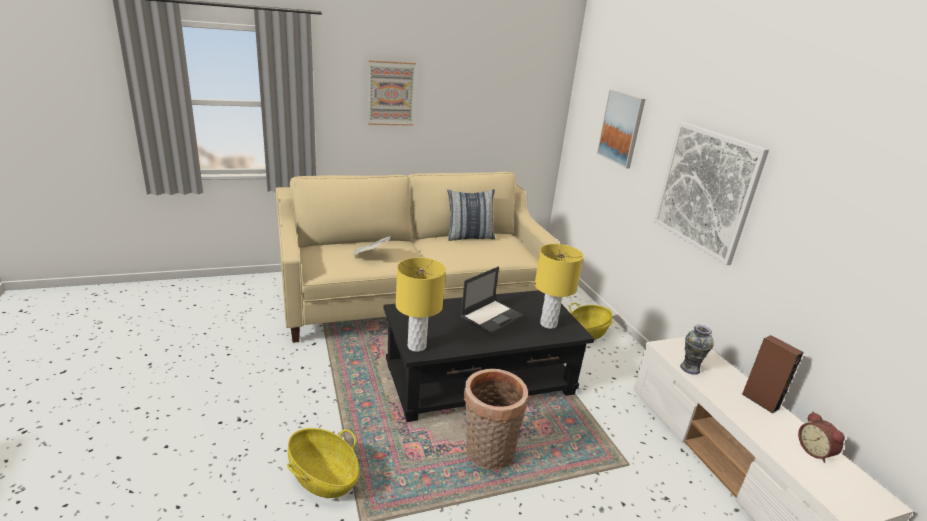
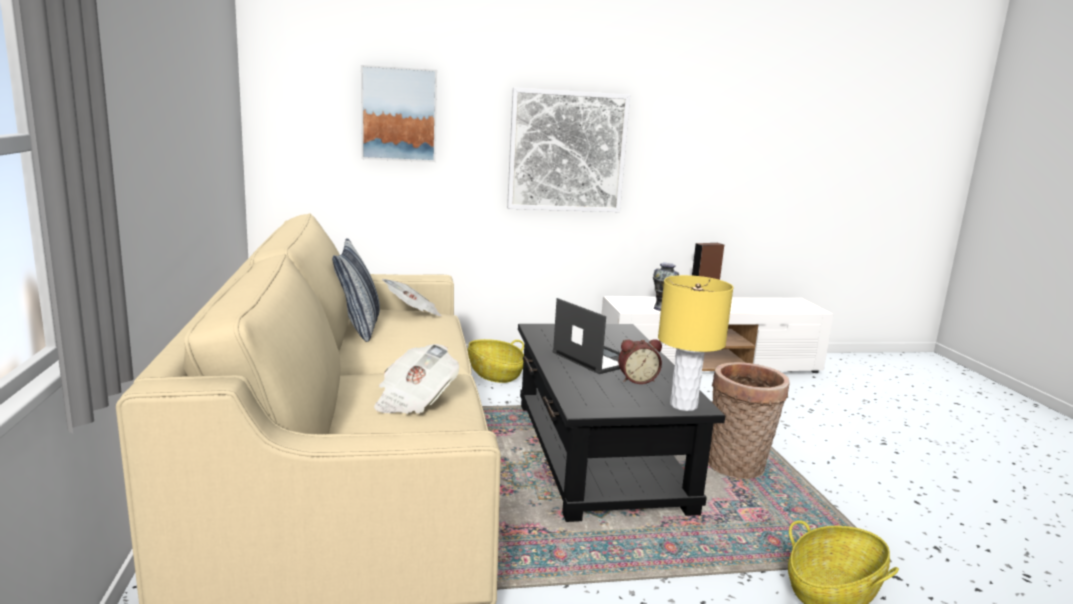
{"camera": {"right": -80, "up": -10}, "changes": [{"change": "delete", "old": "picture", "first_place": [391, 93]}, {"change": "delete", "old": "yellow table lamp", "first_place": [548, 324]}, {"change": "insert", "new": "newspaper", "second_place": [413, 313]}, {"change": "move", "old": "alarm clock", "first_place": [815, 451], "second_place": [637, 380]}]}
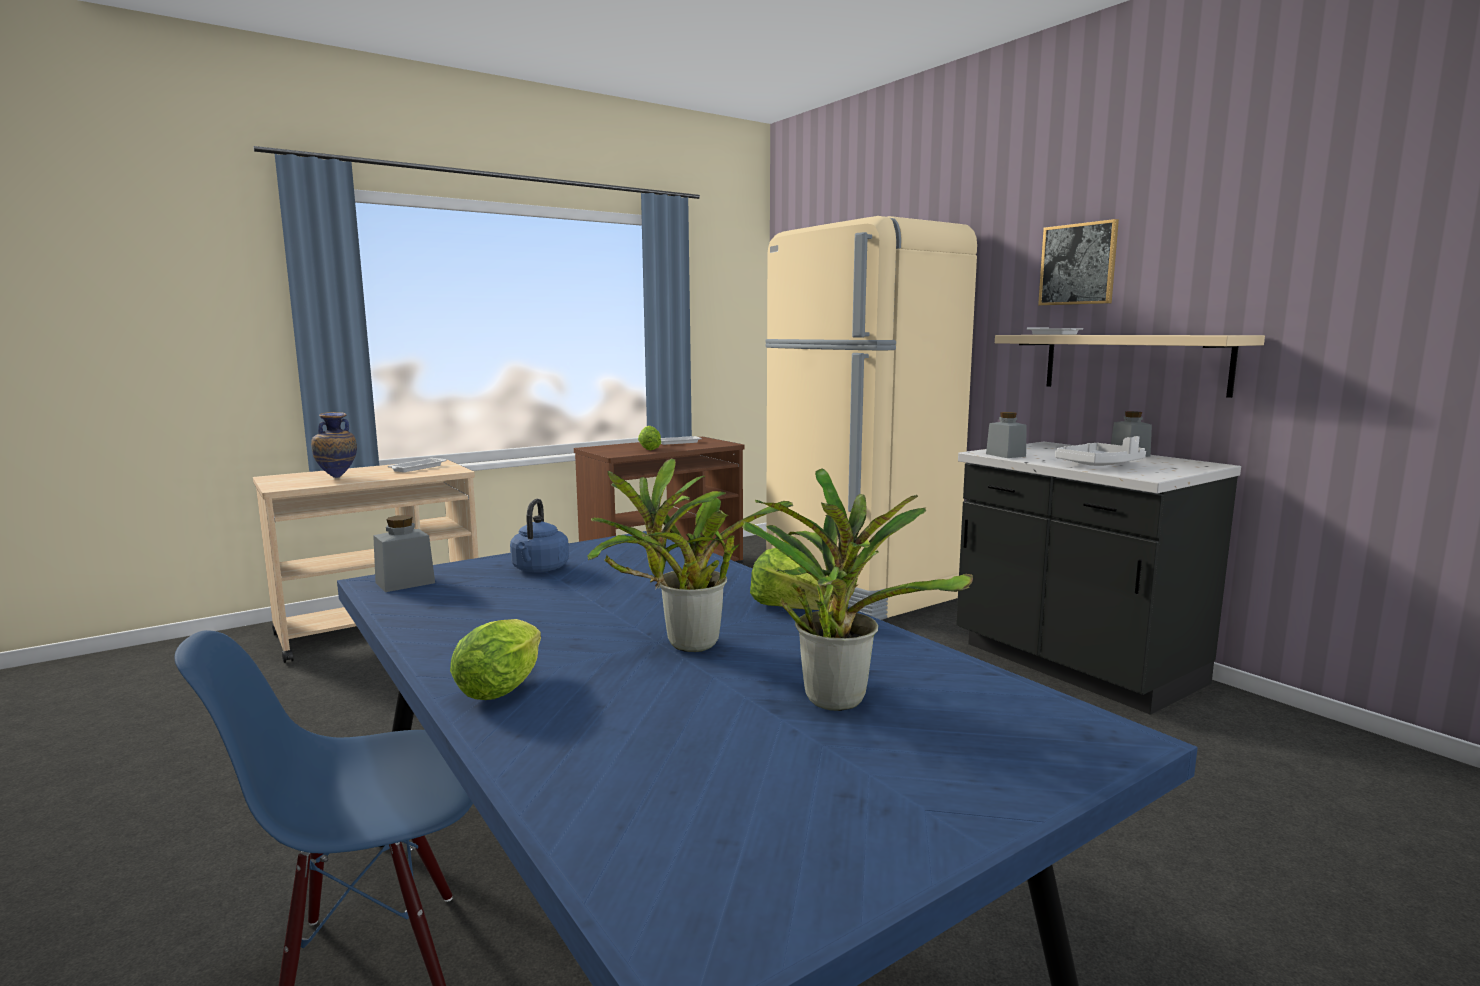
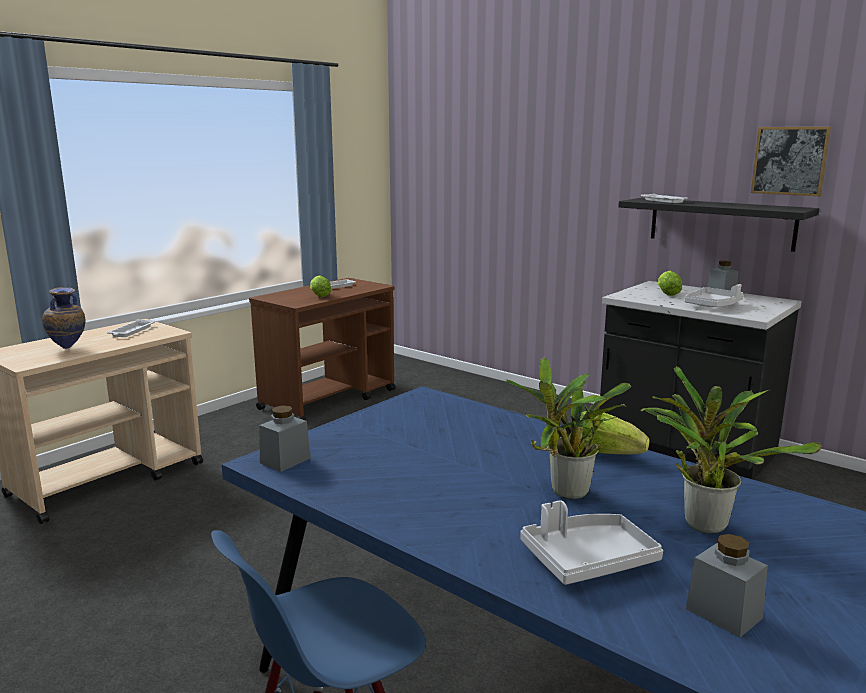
{"camera": {"right": -15, "up": 5}, "changes": [{"change": "delete", "old": "blue kettle", "first_place": [539, 569]}, {"change": "delete", "old": "beige fridge", "first_place": [856, 590]}, {"change": "insert", "new": "grey tray", "second_place": [587, 560]}, {"change": "move", "old": "lettuce", "first_place": [504, 686], "second_place": [667, 293]}, {"change": "move", "old": "grey jar", "first_place": [1005, 455], "second_place": [724, 613]}, {"change": "move", "old": "picture", "first_place": [1078, 264], "second_place": [790, 161]}, {"change": "recolor", "old": "beige shelf", "new": "black shelf", "first_place": [1133, 363], "second_place": [721, 223]}]}
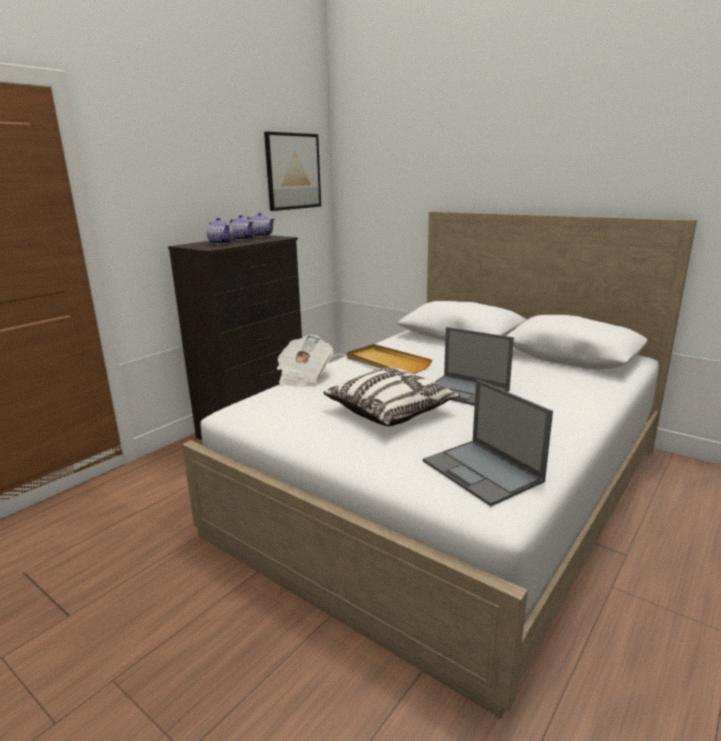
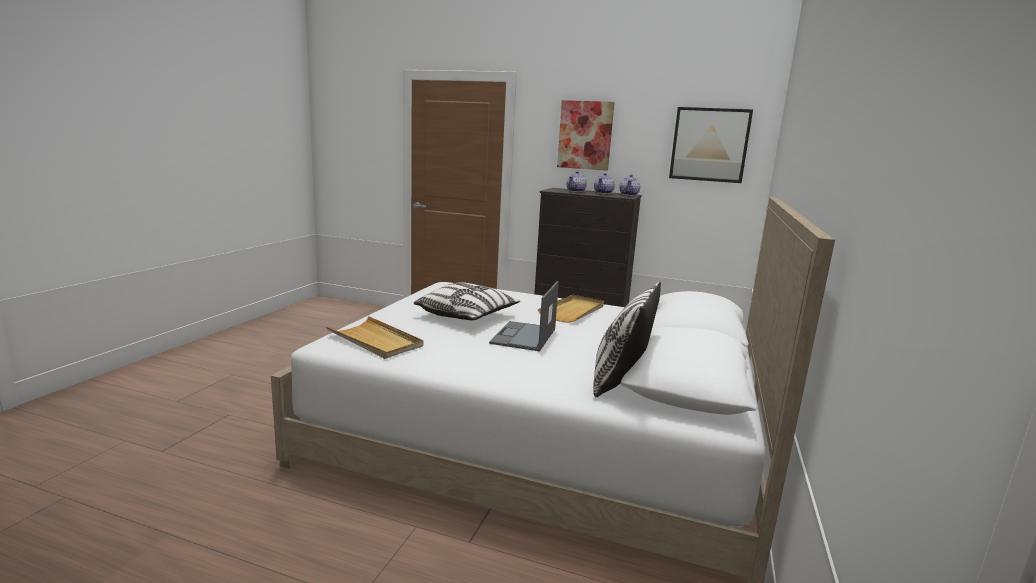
{"camera": {"right": 70, "up": -5}, "changes": [{"change": "delete", "old": "newspaper", "first_place": [303, 376]}, {"change": "insert", "new": "picture", "second_place": [585, 135]}, {"change": "insert", "new": "pillow", "second_place": [620, 382]}, {"change": "replace", "old": "laptop", "new": "beige tray", "first_place": [483, 472], "second_place": [375, 341]}]}
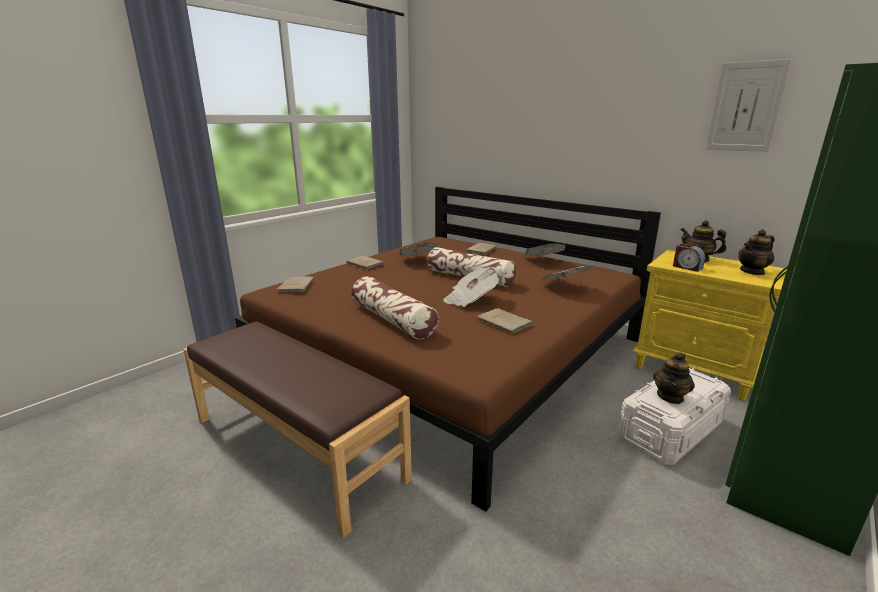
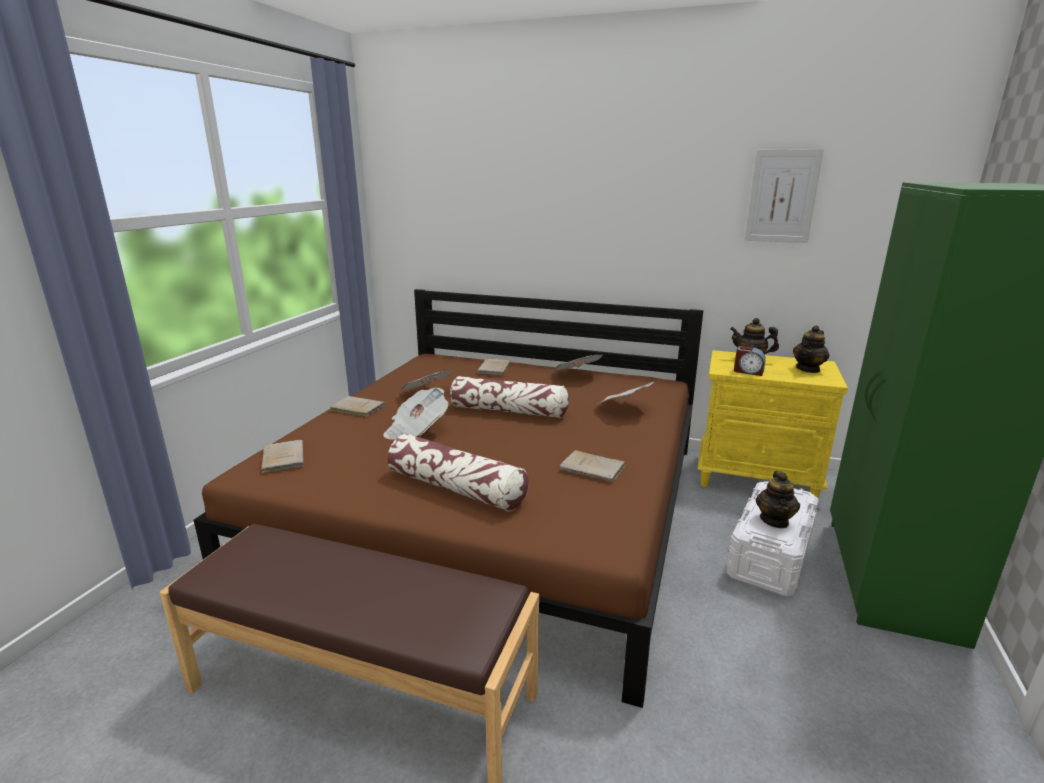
{"camera": {"right": -20, "up": 0}, "changes": [{"change": "move", "old": "newspaper", "first_place": [470, 300], "second_place": [416, 430]}]}
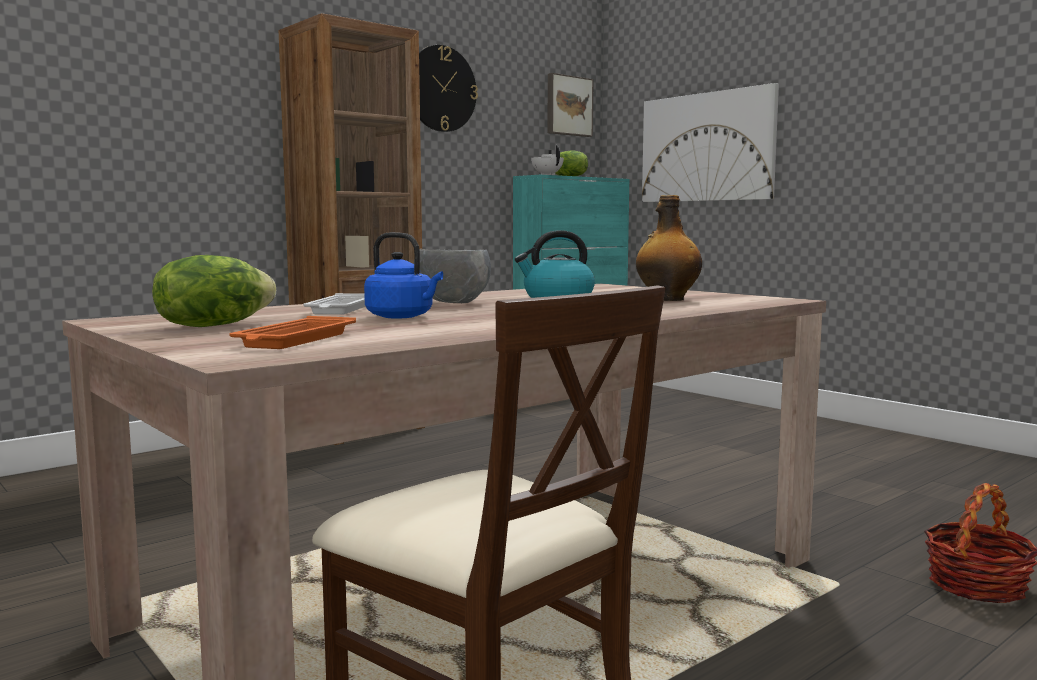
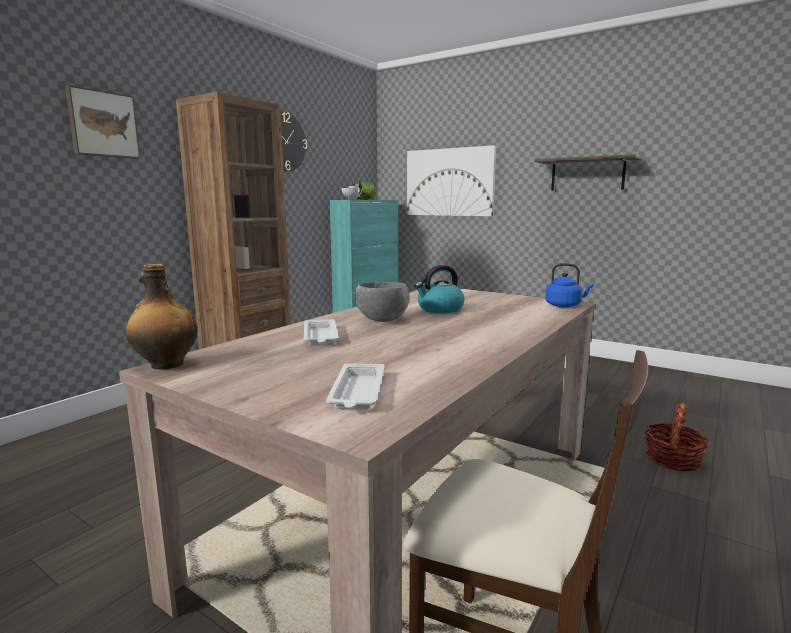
{"camera": {"right": -15, "up": 5}, "changes": [{"change": "delete", "old": "lettuce", "first_place": [214, 325]}, {"change": "insert", "new": "shelf", "second_place": [587, 174]}, {"change": "move", "old": "blue kettle", "first_place": [403, 316], "second_place": [565, 305]}, {"change": "move", "old": "picture", "first_place": [568, 106], "second_place": [103, 124]}, {"change": "move", "old": "bottle", "first_place": [667, 299], "second_place": [166, 365]}, {"change": "recolor", "old": "orange tray", "new": "white tray", "first_place": [295, 340], "second_place": [357, 392]}]}
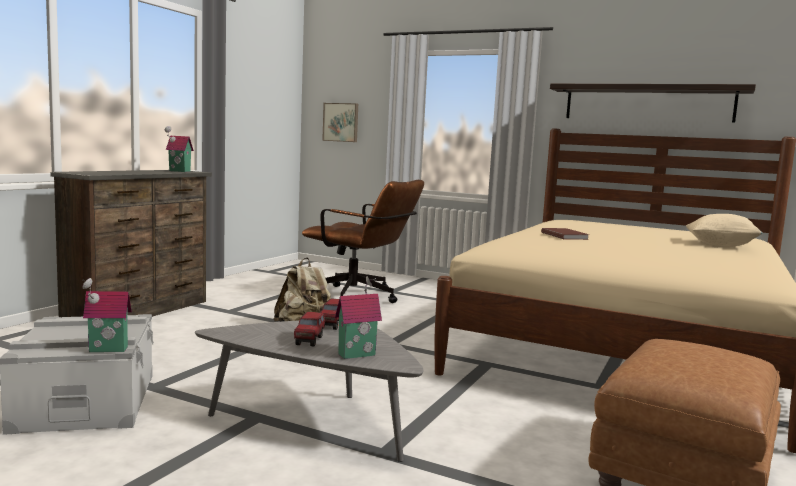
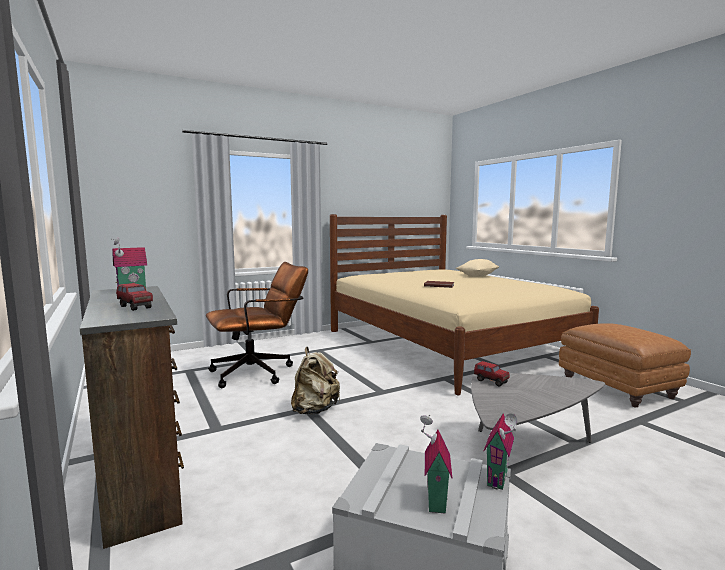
{"camera": {"right": -55, "up": 0}, "changes": [{"change": "delete", "old": "picture", "first_place": [341, 122]}, {"change": "delete", "old": "shelf", "first_place": [648, 103]}, {"change": "move", "old": "toy truck", "first_place": [309, 340], "second_place": [135, 307]}, {"change": "move", "old": "toy house", "first_place": [356, 354], "second_place": [434, 500]}]}
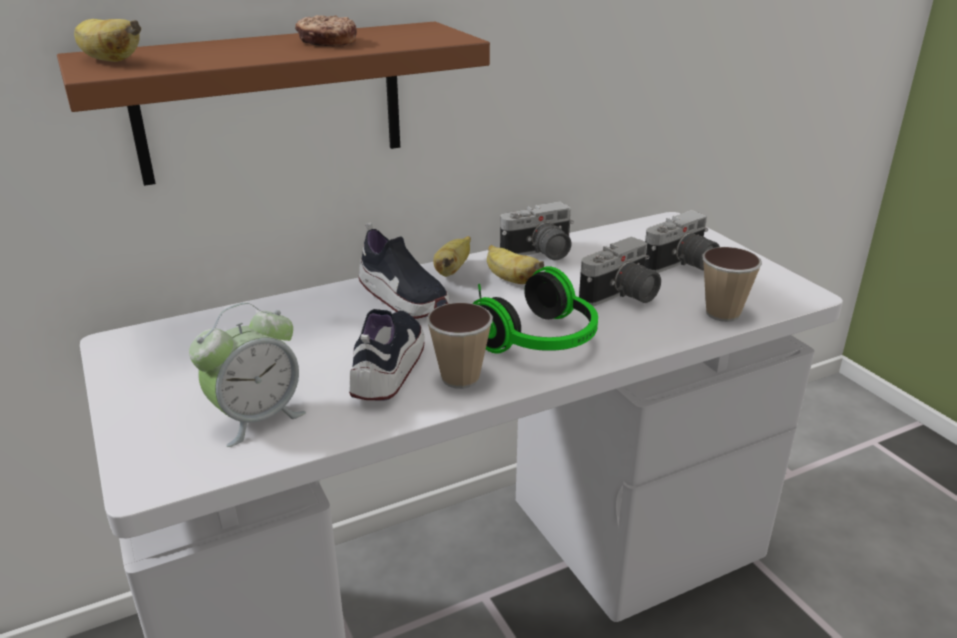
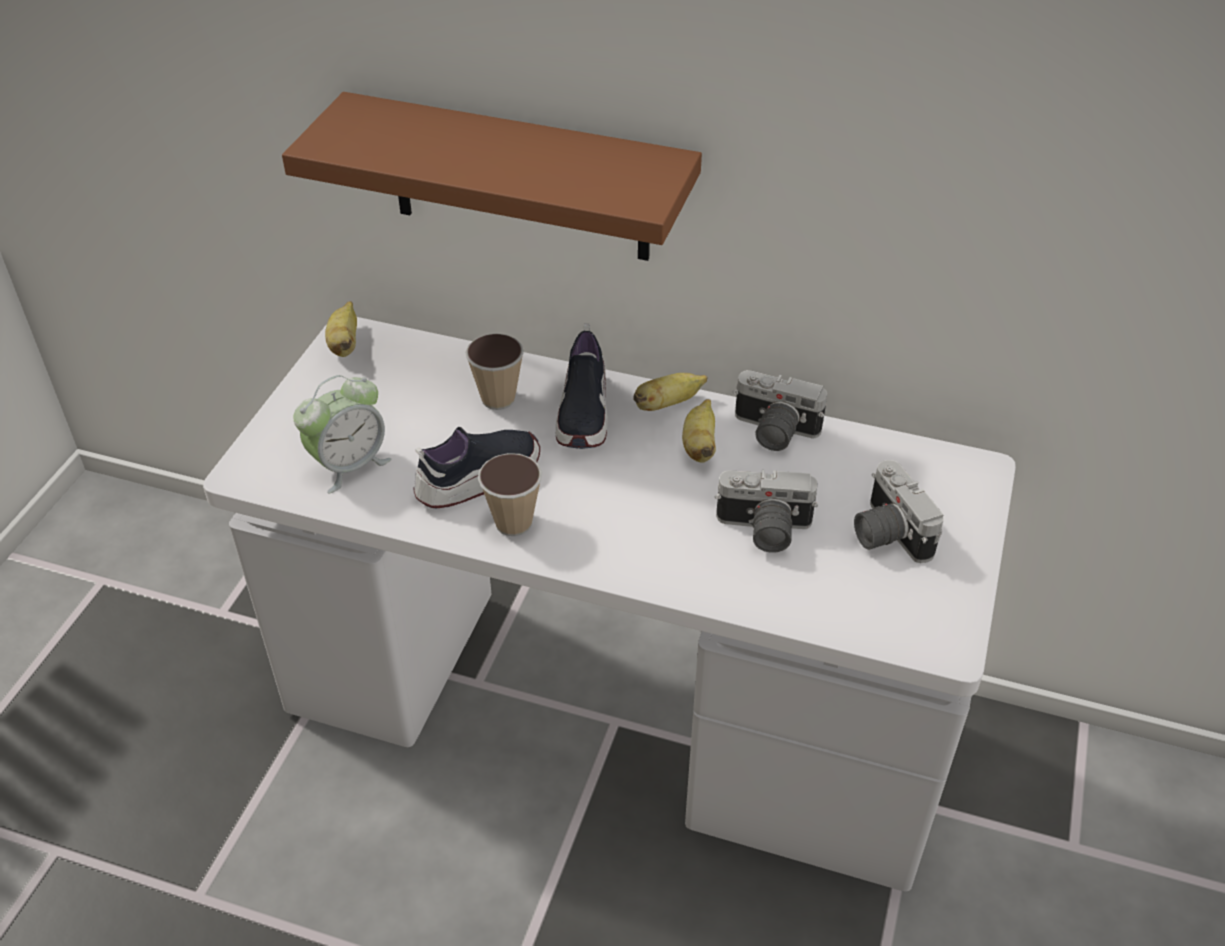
{"camera": {"right": 45, "up": 15}, "changes": [{"change": "delete", "old": "donut", "first_place": [327, 42]}, {"change": "delete", "old": "headphones", "first_place": [541, 342]}, {"change": "move", "old": "banana", "first_place": [109, 60], "second_place": [345, 344]}, {"change": "move", "old": "cup", "first_place": [722, 313], "second_place": [498, 399]}, {"change": "rotate", "old": "alarm clock", "first_place": [256, 418], "second_place": [349, 465], "degrees": -45}, {"change": "rotate", "old": "photo camera", "first_place": [682, 266], "second_place": [885, 533], "degrees": 60}]}
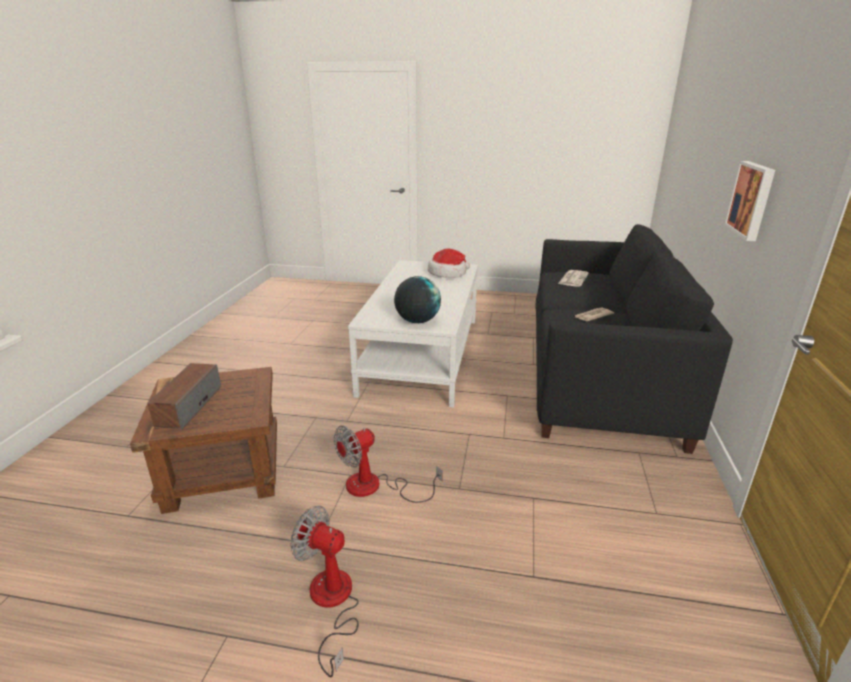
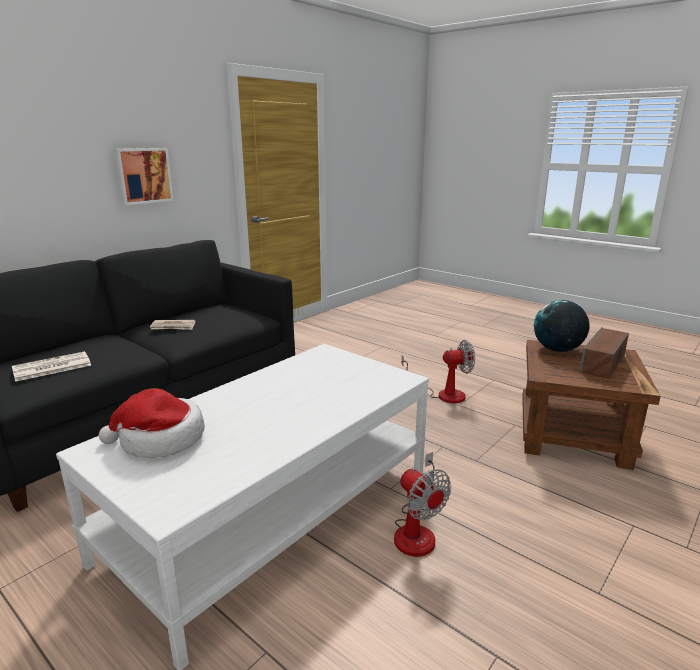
{"camera": {"right": -150, "up": -5}, "changes": [{"change": "move", "old": "fan", "first_place": [332, 603], "second_place": [417, 530]}, {"change": "move", "old": "globe", "first_place": [417, 321], "second_place": [557, 350]}]}
